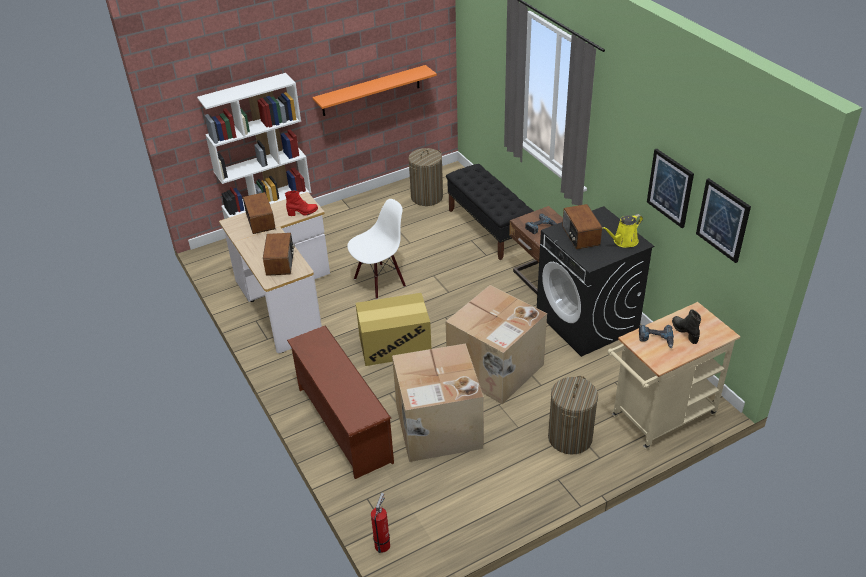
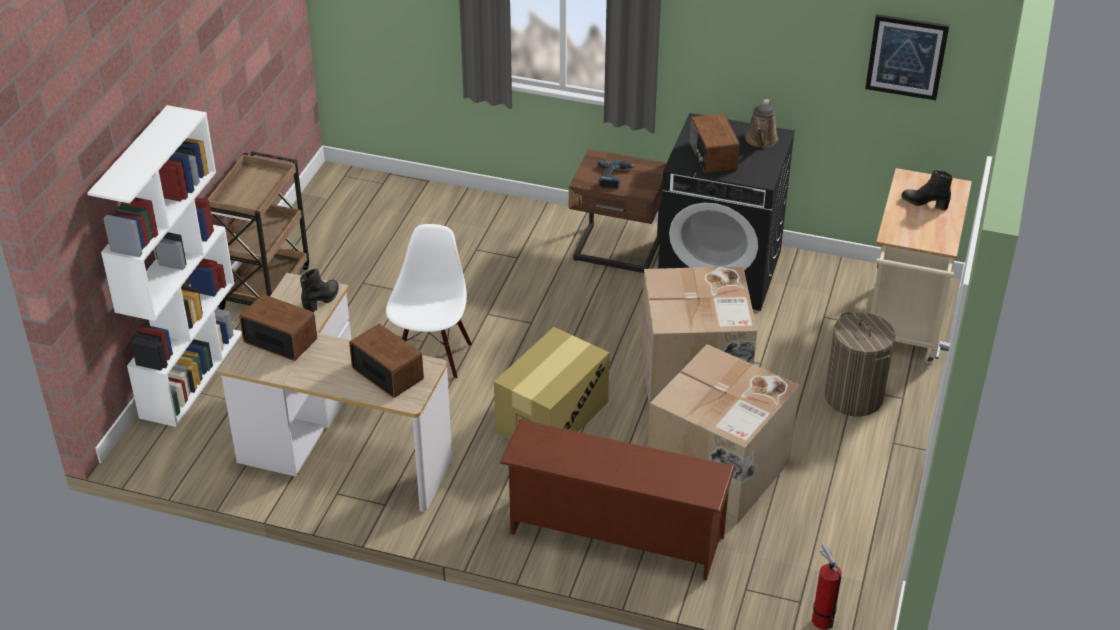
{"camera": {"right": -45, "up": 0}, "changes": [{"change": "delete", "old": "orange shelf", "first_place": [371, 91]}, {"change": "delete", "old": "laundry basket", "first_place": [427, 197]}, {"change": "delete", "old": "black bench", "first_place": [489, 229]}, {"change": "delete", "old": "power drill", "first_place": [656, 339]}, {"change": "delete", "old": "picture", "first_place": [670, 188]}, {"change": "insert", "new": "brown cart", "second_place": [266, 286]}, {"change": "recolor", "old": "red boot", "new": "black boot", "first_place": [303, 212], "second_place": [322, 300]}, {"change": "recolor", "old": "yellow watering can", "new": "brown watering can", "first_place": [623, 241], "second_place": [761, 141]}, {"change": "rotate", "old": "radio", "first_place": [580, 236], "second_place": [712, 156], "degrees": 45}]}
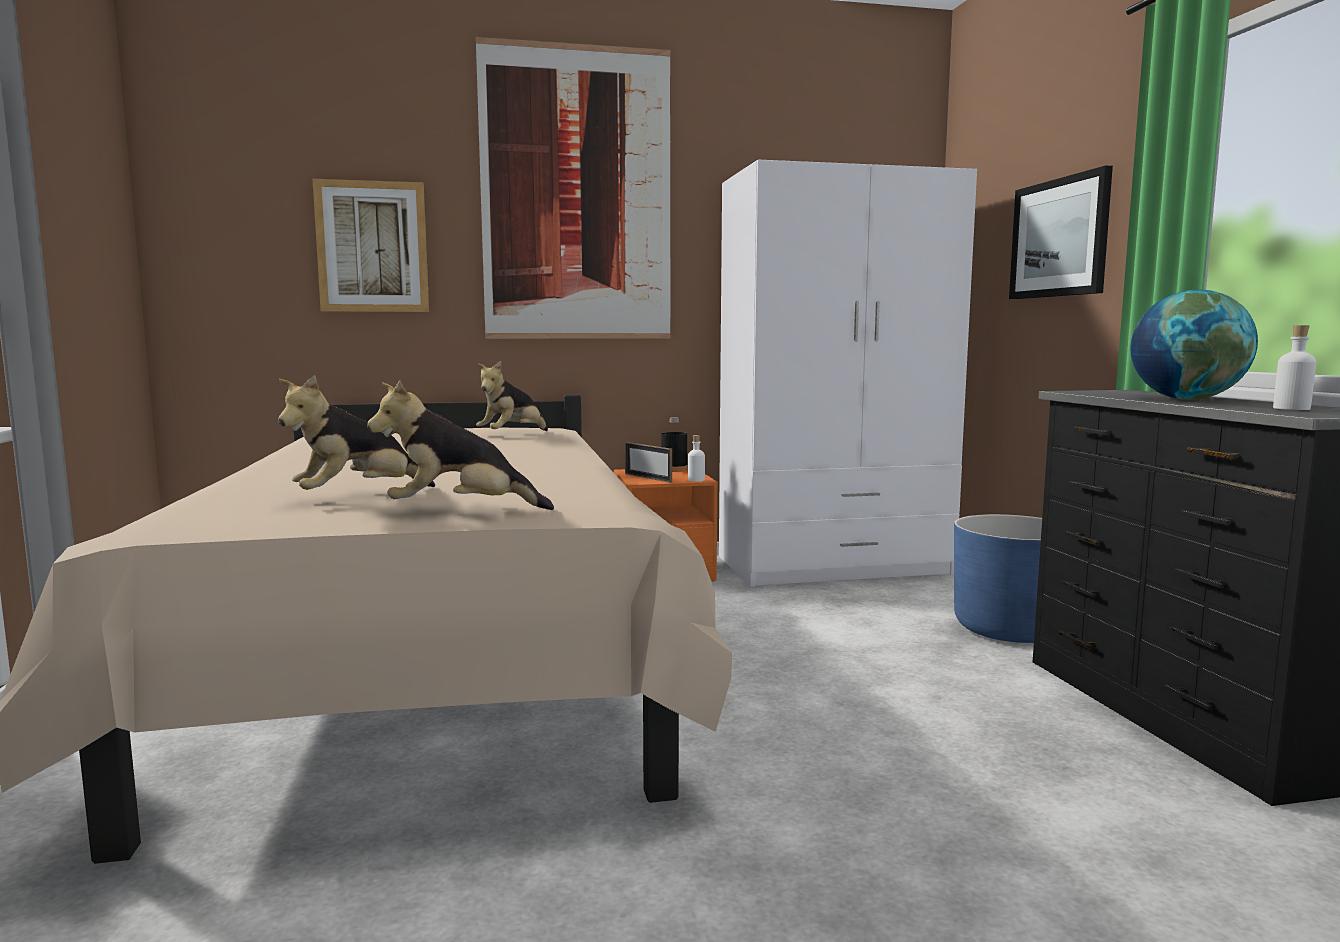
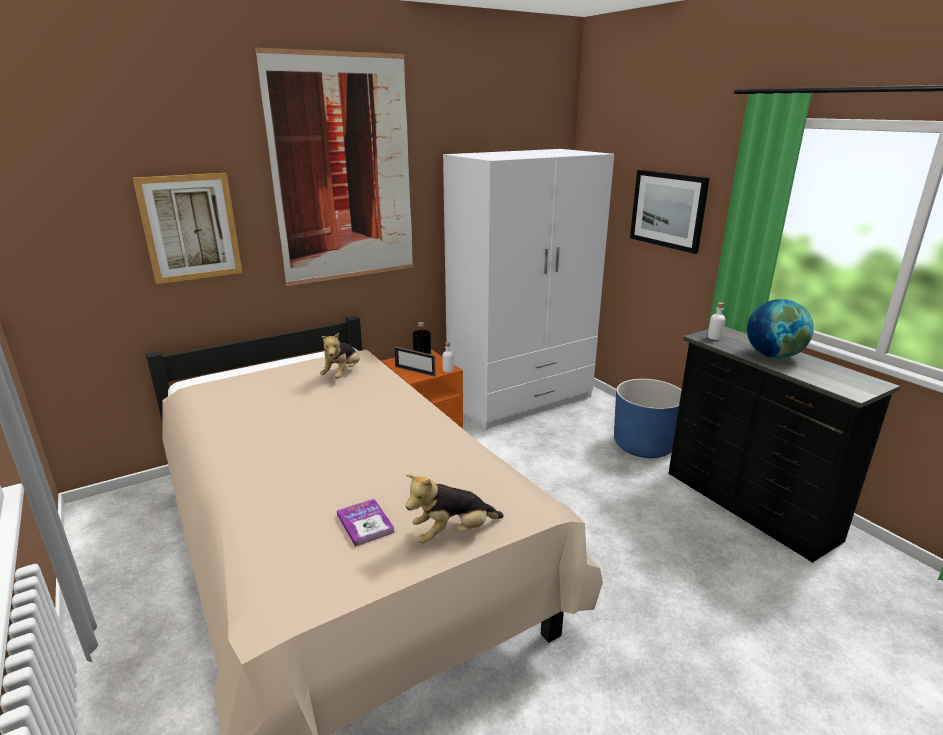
{"camera": {"right": -20, "up": 15}, "changes": [{"change": "move", "old": "white bottle", "first_place": [1291, 408], "second_place": [714, 337]}, {"change": "replace", "old": "plush toy", "new": "book", "first_place": [357, 497], "second_place": [365, 523]}]}
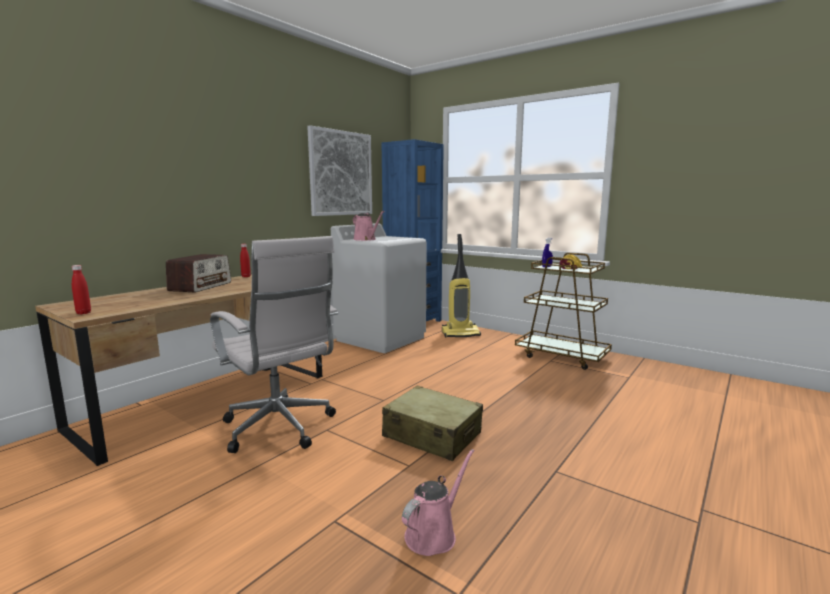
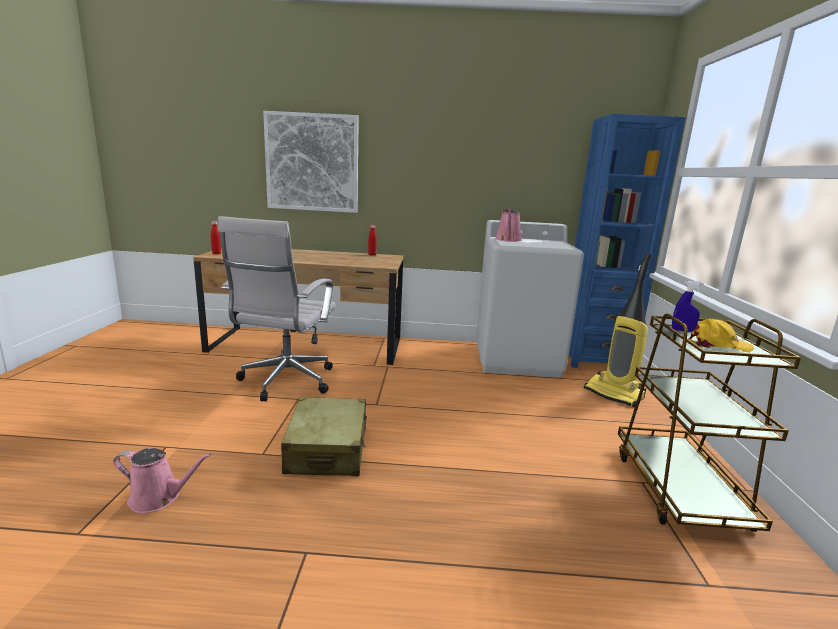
{"camera": {"right": 55, "up": 5}, "changes": [{"change": "delete", "old": "radio", "first_place": [201, 286]}, {"change": "move", "old": "picture", "first_place": [341, 173], "second_place": [312, 163]}]}
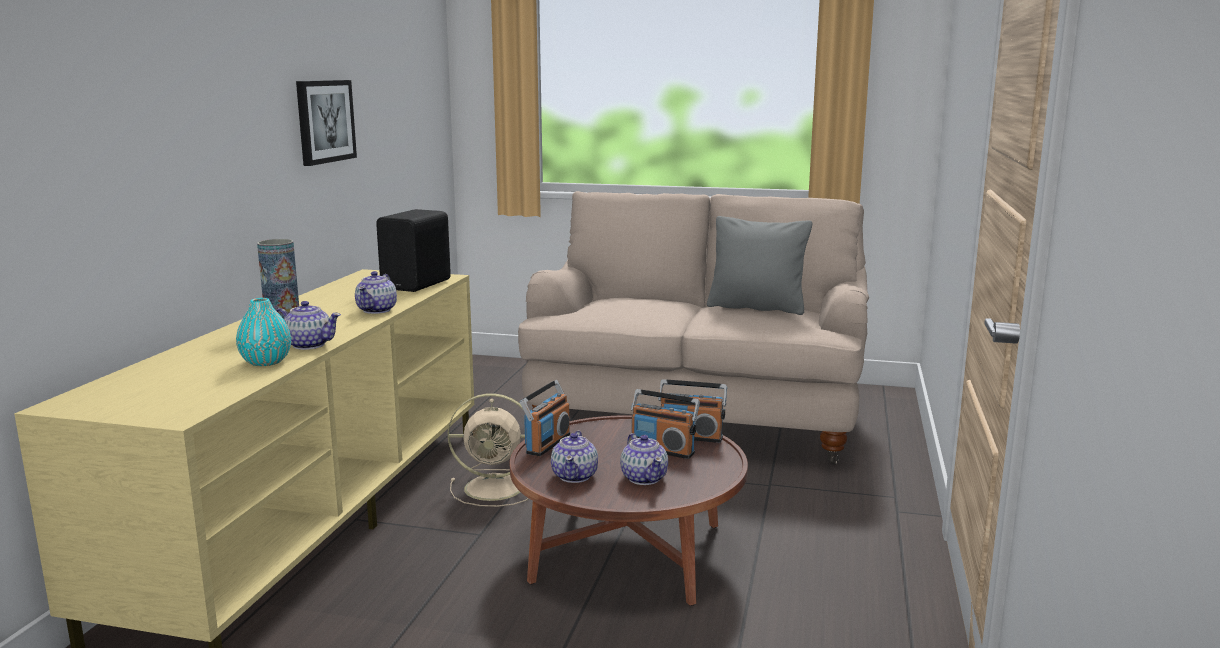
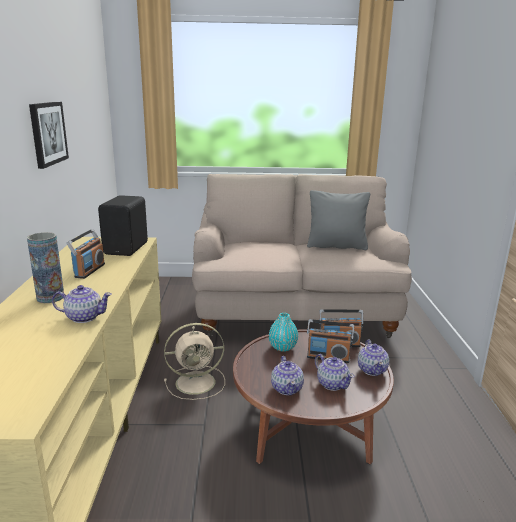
{"camera": {"right": -15, "up": 5}, "changes": [{"change": "move", "old": "turquoise vase", "first_place": [266, 362], "second_place": [282, 347]}, {"change": "move", "old": "teapot", "first_place": [377, 310], "second_place": [372, 370]}, {"change": "move", "old": "radio", "first_place": [547, 444], "second_place": [89, 270]}]}
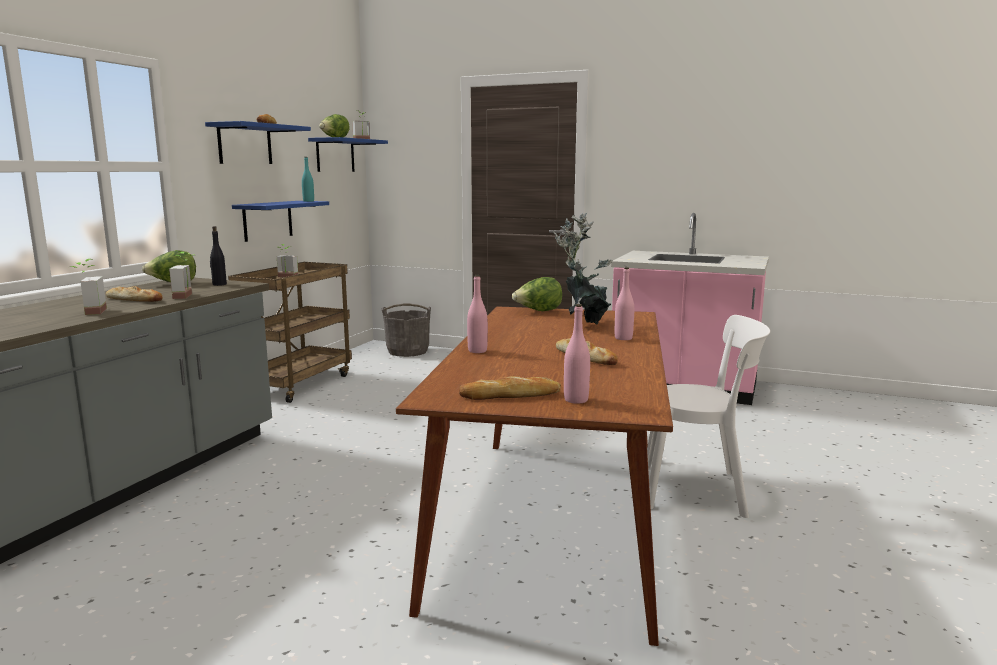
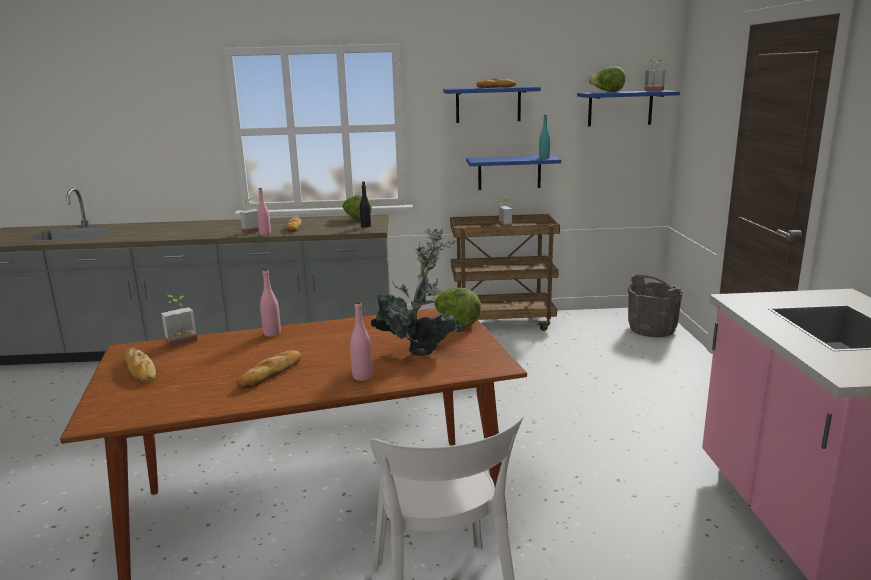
{"camera": {"right": 65, "up": 5}, "changes": [{"change": "move", "old": "potted plant", "first_place": [188, 296], "second_place": [183, 343]}, {"change": "move", "old": "pink bottle", "first_place": [576, 400], "second_place": [265, 234]}]}
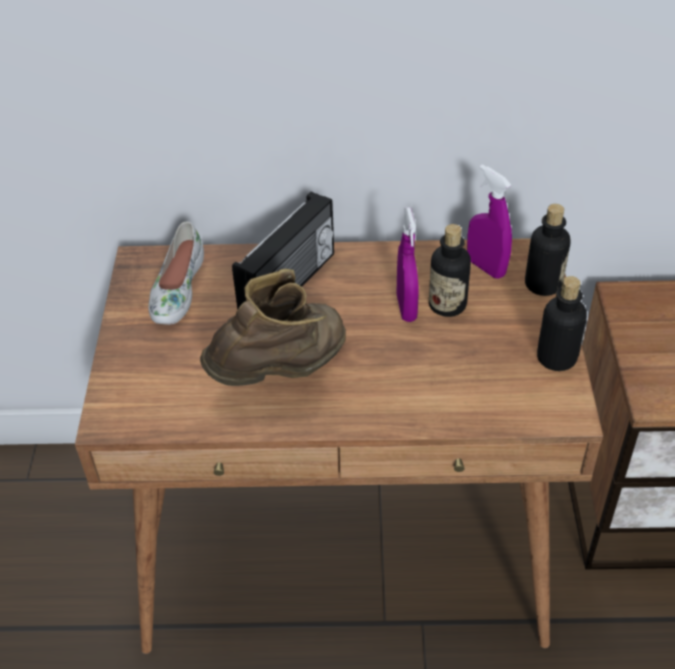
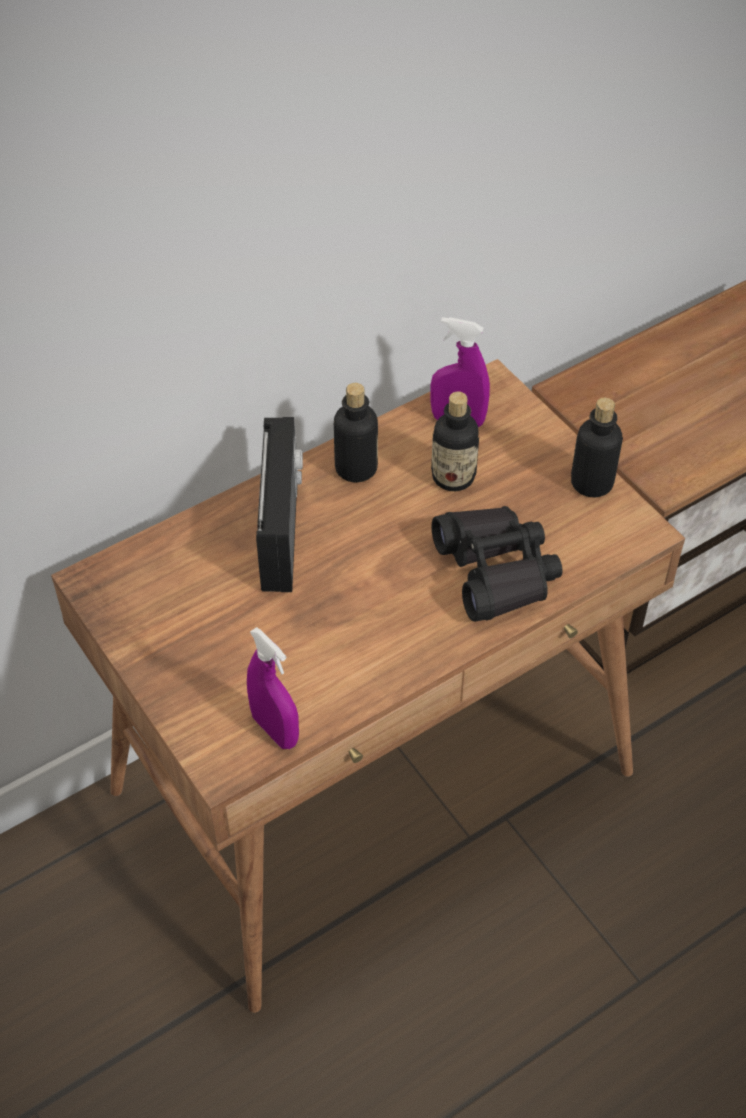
{"camera": {"right": -35, "up": 5}, "changes": [{"change": "delete", "old": "white shoe", "first_place": [176, 288]}, {"change": "delete", "old": "brown boot", "first_place": [282, 372]}, {"change": "insert", "new": "black binoculars", "second_place": [496, 571]}, {"change": "move", "old": "purple spray bottle", "first_place": [406, 308], "second_place": [275, 730]}, {"change": "move", "old": "bottle", "first_place": [543, 284], "second_place": [356, 468]}]}
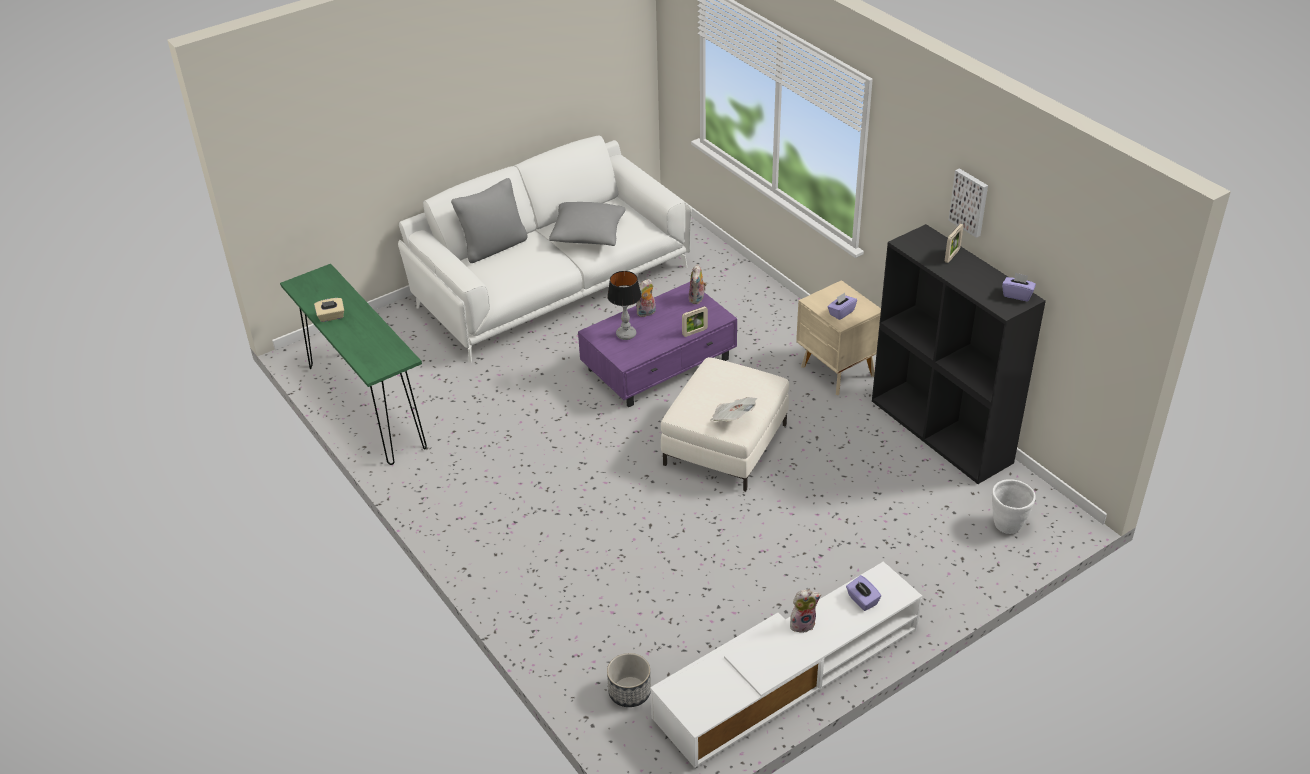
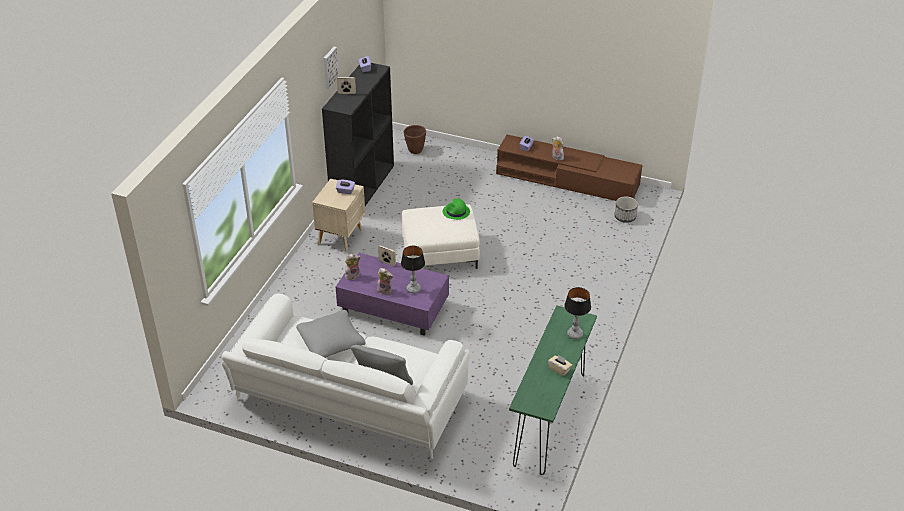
{"camera": {"right": -125, "up": 0}, "changes": [{"change": "insert", "new": "table lamp", "second_place": [575, 334]}, {"change": "replace", "old": "newspaper", "new": "green hat", "first_place": [733, 418], "second_place": [456, 212]}, {"change": "recolor", "old": "white tv stand", "new": "brown tv stand", "first_place": [787, 674], "second_place": [566, 180]}, {"change": "recolor", "old": "white planter", "new": "brown planter", "first_place": [1007, 525], "second_place": [415, 150]}]}
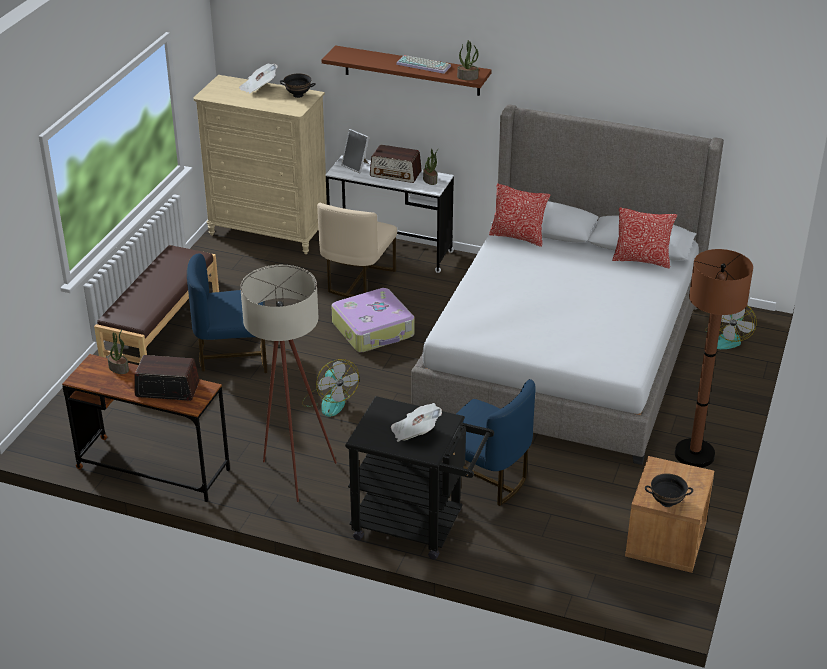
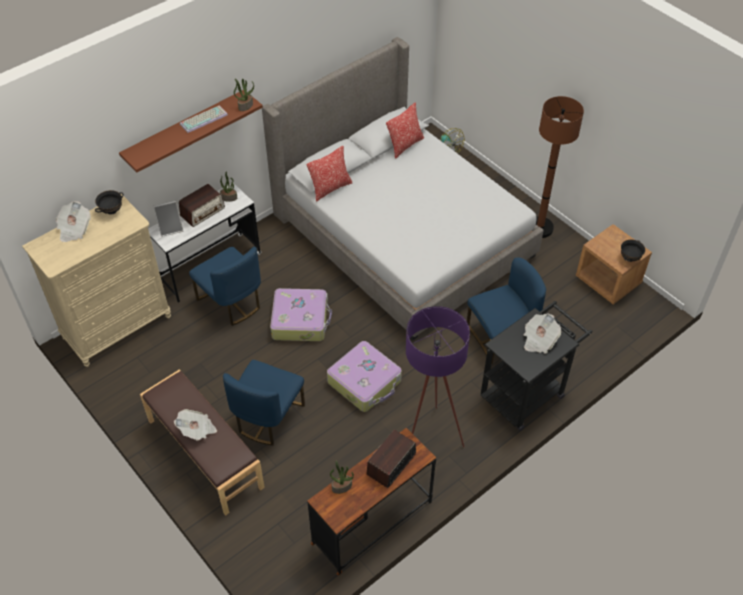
{"camera": {"right": -60, "up": 15}, "changes": [{"change": "insert", "new": "newspaper", "second_place": [197, 430]}, {"change": "replace", "old": "fan", "new": "suitcase", "first_place": [329, 401], "second_place": [365, 382]}, {"change": "recolor", "old": "beige floor lamp", "new": "purple floor lamp", "first_place": [291, 472], "second_place": [429, 437]}, {"change": "recolor", "old": "beige chair", "new": "blue chair", "first_place": [357, 280], "second_place": [231, 302]}]}
